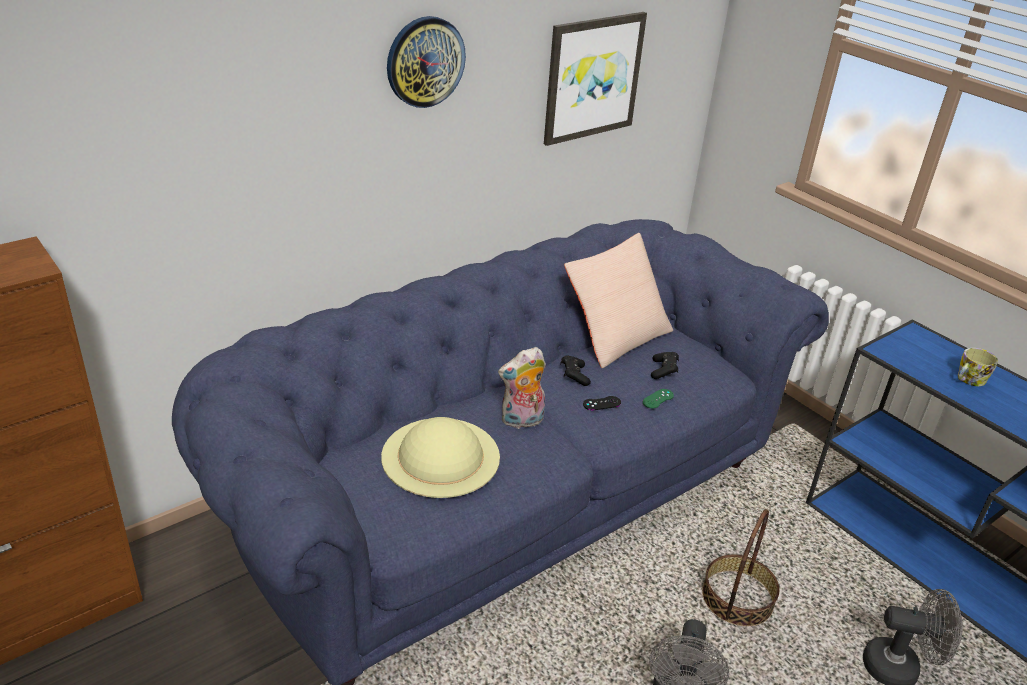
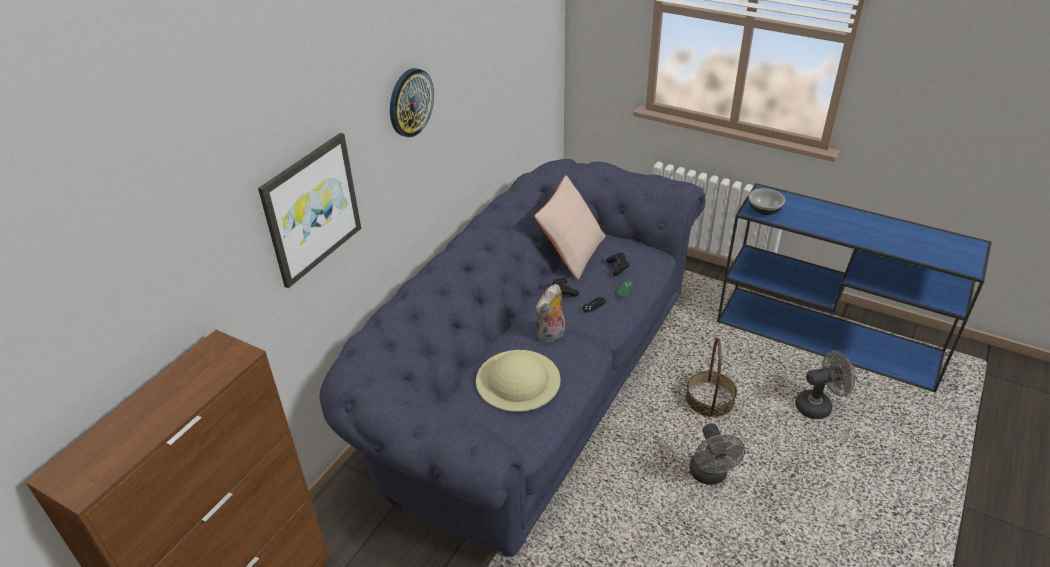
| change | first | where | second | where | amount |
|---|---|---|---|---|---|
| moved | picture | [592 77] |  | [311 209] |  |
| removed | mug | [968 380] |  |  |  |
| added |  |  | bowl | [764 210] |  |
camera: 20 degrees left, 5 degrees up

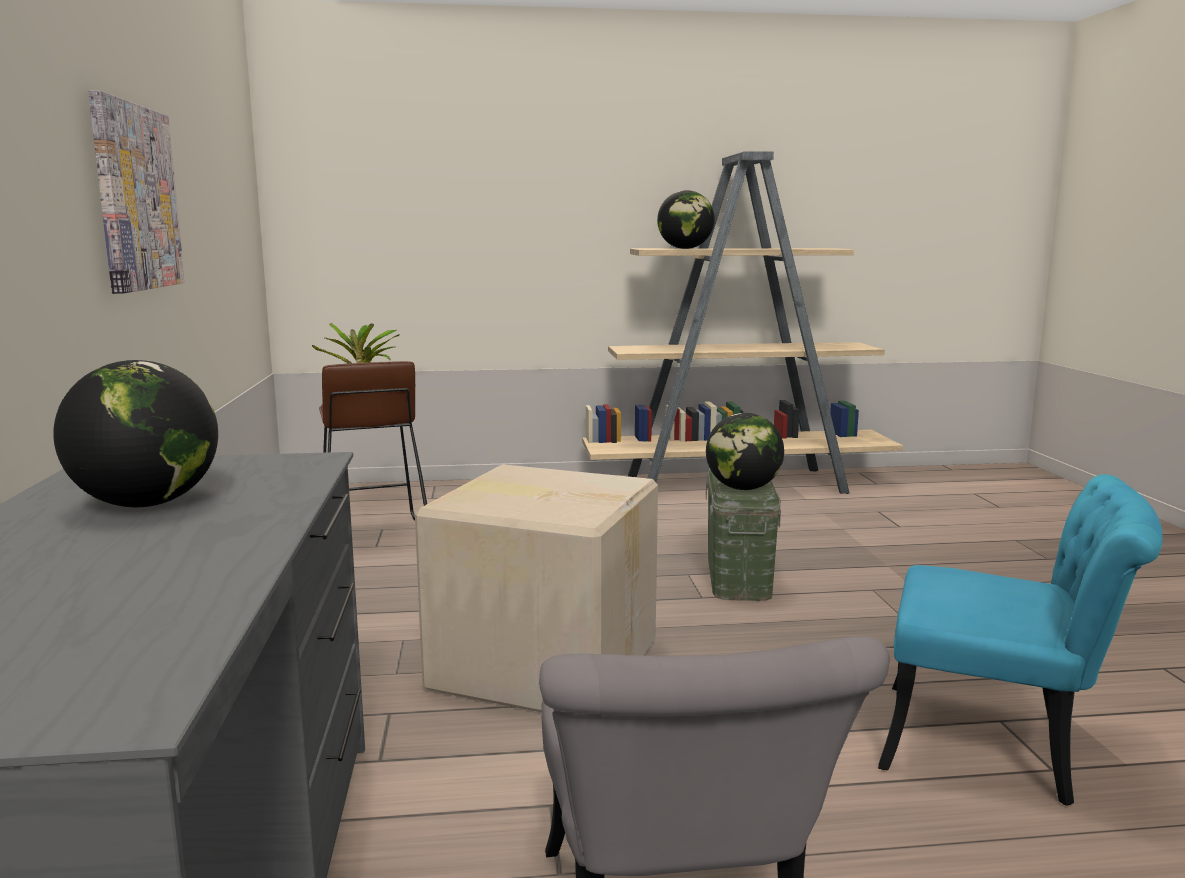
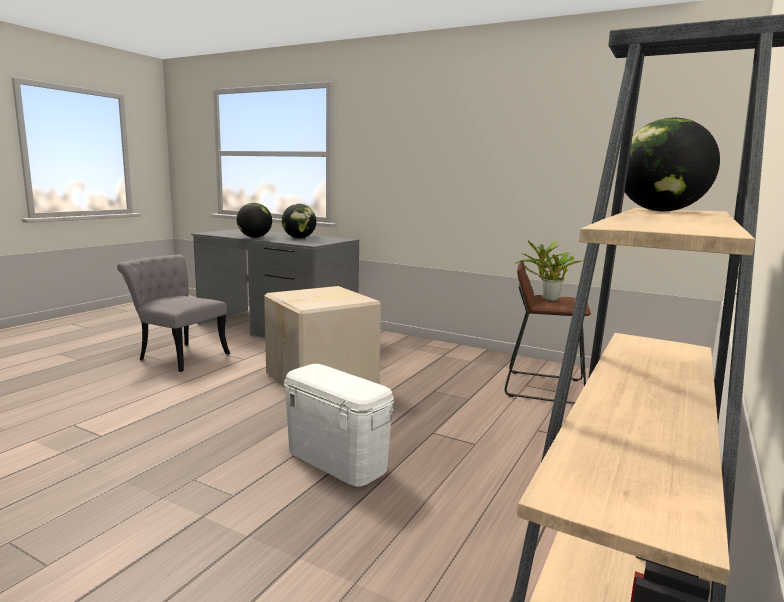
| change | first | where | second | where | amount |
|---|---|---|---|---|---|
| removed | picture | [136 197] |  |  |  |
| moved | globe | [743 488] |  | [254 237] |  |
| recoloured | storage box in green | [737 575] | storage box in white | [337 460] |  |
| removed | chair in turquoise | [1000 747] |  |  |  |
camera: 125 degrees right, 0 degrees up

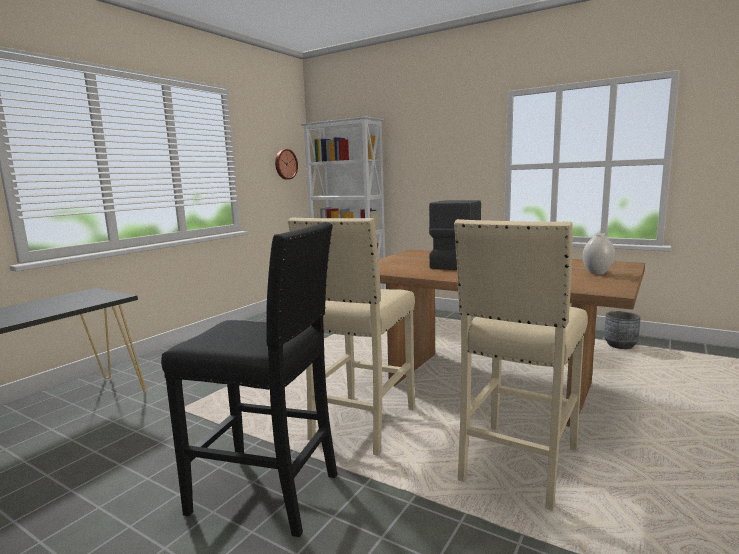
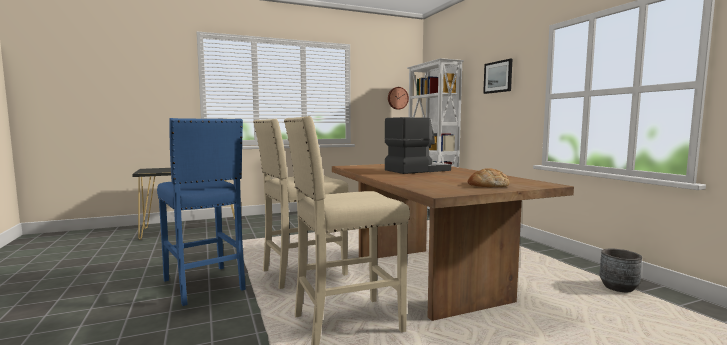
| change | first | where | second | where | amount |
|---|---|---|---|---|---|
| recoloured | stool in black | [268 494] | stool in blue | [204 285] |  |
| replaced | vase in white | [597 273] | bread | [487 185] |  |
| added |  |  | picture | [498 77] |  |
camera: 35 degrees right, 5 degrees down

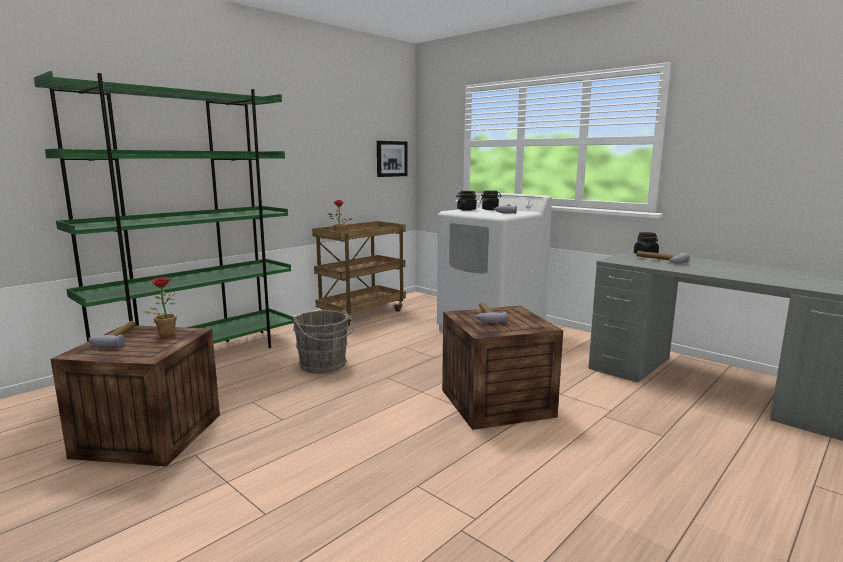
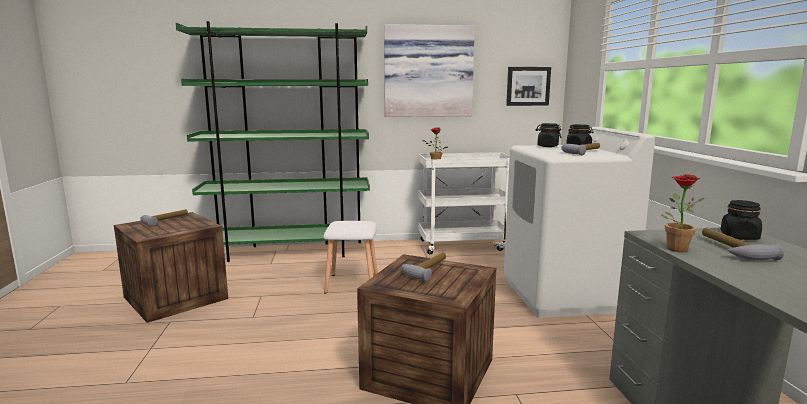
| change | first | where | second | where | amount |
|---|---|---|---|---|---|
| recoloured | cart in brown | [362 313] | cart in white | [463 245] |  |
| moved | potted plant | [165 333] |  | [674 248] |  |
| replaced | bucket in grey | [324 365] | stool in white | [353 283] |  |
| added |  |  | picture | [428 71] |  |
camera: 40 degrees right, 0 degrees up

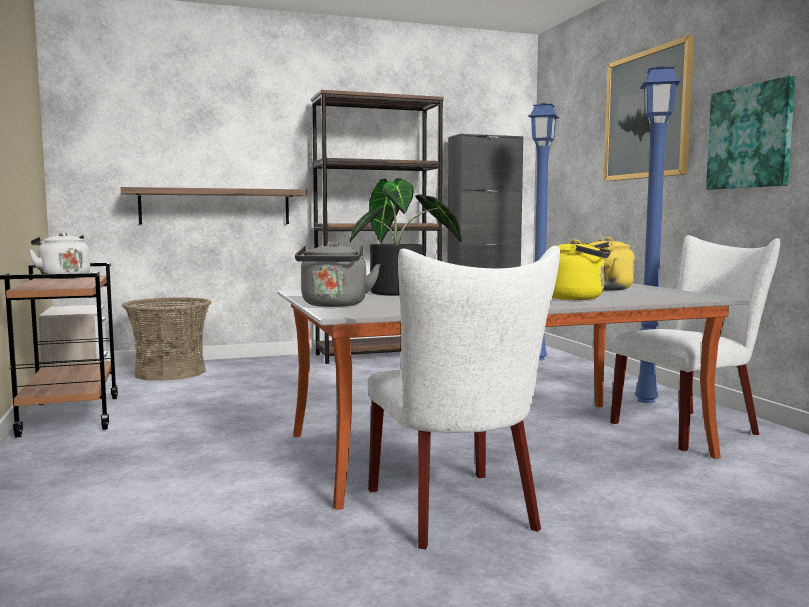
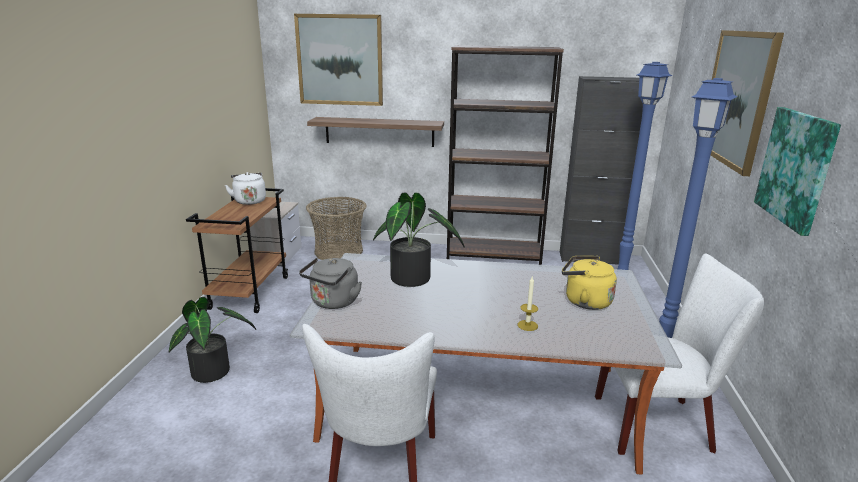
| change | first | where | second | where | amount |
|---|---|---|---|---|---|
| replaced | kettle in yellow | [577 298] | candle | [527 325] |  |
| added |  |  | picture | [340 60] |  |
| added |  |  | potted plant | [215 372] |  |
camera: 25 degrees right, 15 degrees up

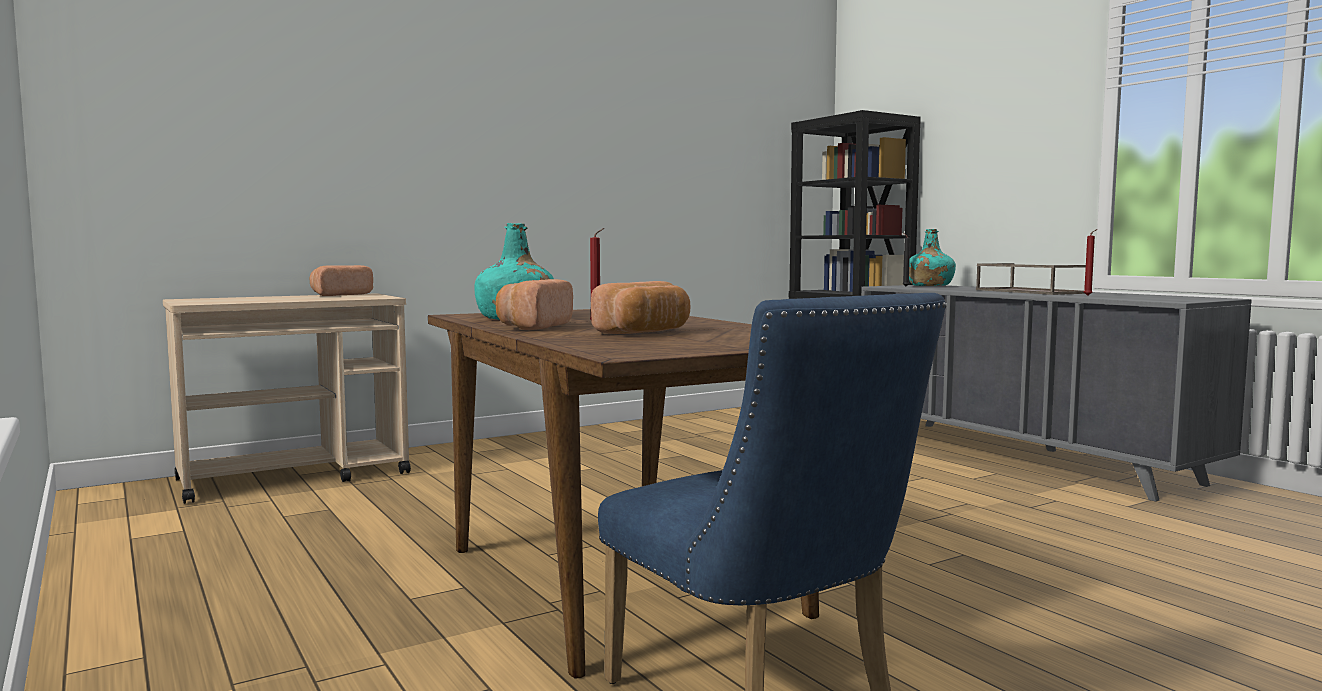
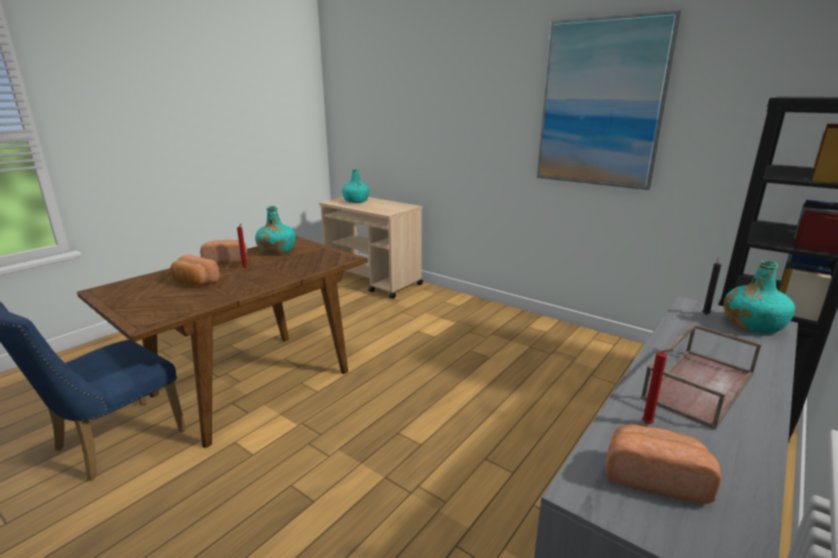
| change | first | where | second | where | amount |
|---|---|---|---|---|---|
| moved | bread | [339 295] |  | [654 477] |  |
| added |  |  | picture | [600 104] |  |
| added |  |  | bottle in turquoise | [356 201] |  |
camera: 70 degrees right, 15 degrees up

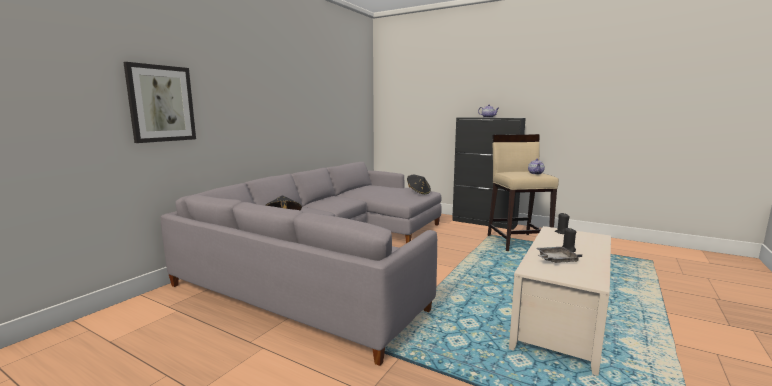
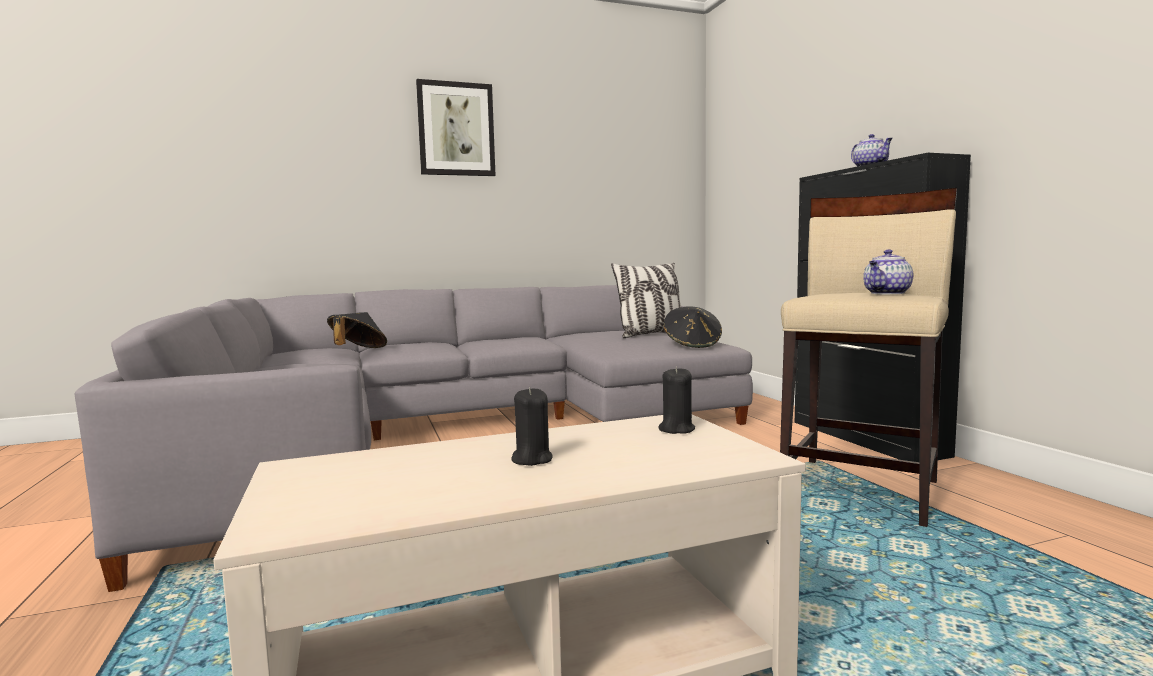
| change | first | where | second | where | amount |
|---|---|---|---|---|---|
| moved | picture | [161 103] |  | [456 129] |  |
| removed | tray in grey | [555 260] |  |  |  |
| added |  |  | pillow | [651 334] |  |
camera: 40 degrees right, 5 degrees down

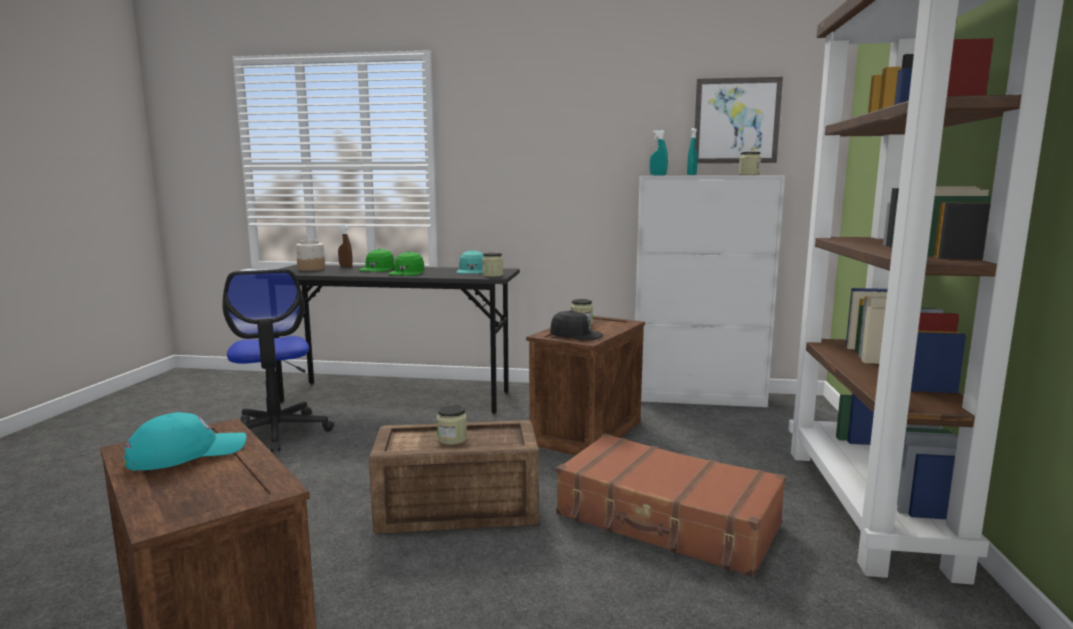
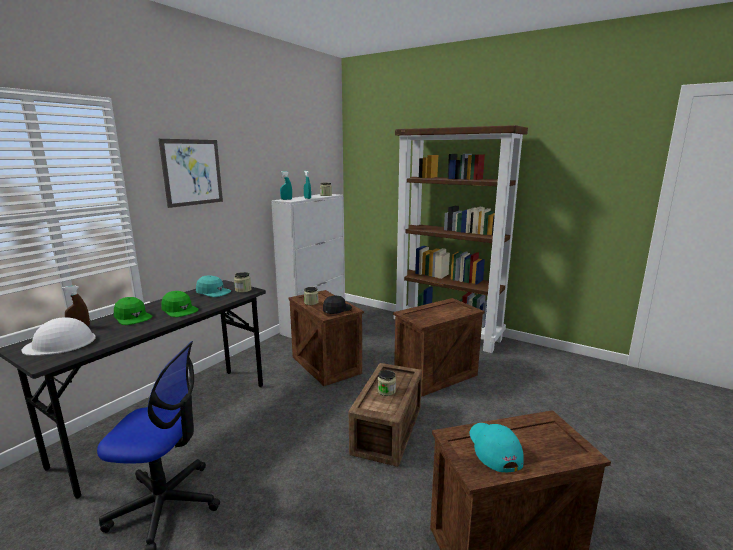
| change | first | where | second | where | amount |
|---|---|---|---|---|---|
| moved | picture | [736 121] |  | [192 172] |  |
| replaced | jar | [311 269] | hard hat in white | [60 343] |  |
| replaced | suitcase in brown | [667 521] | crate | [435 375] |  |
camera: 65 degrees left, 5 degrees up

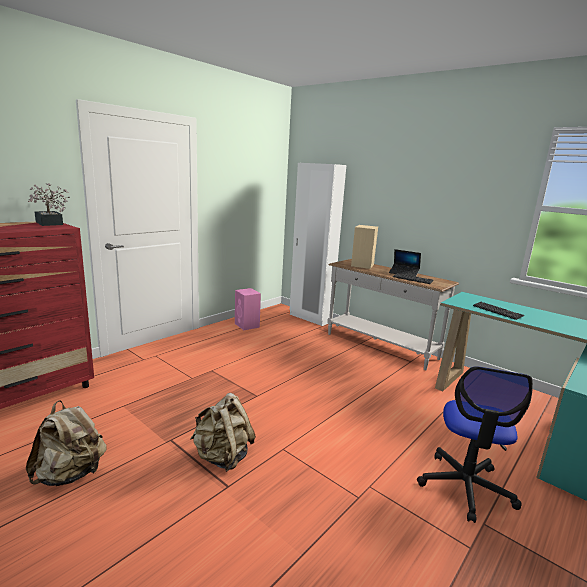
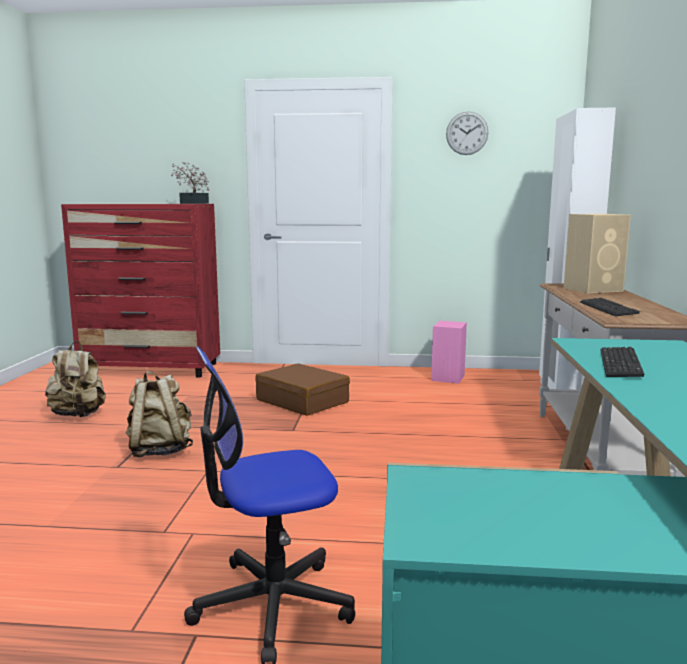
| change | first | where | second | where | amount |
|---|---|---|---|---|---|
| removed | laptop | [404 273] |  |  |  |
| added |  |  | wall clock | [467 133] |  |
| added |  |  | suitcase in brown | [303 401] |  |
camera: 55 degrees right, 5 degrees down

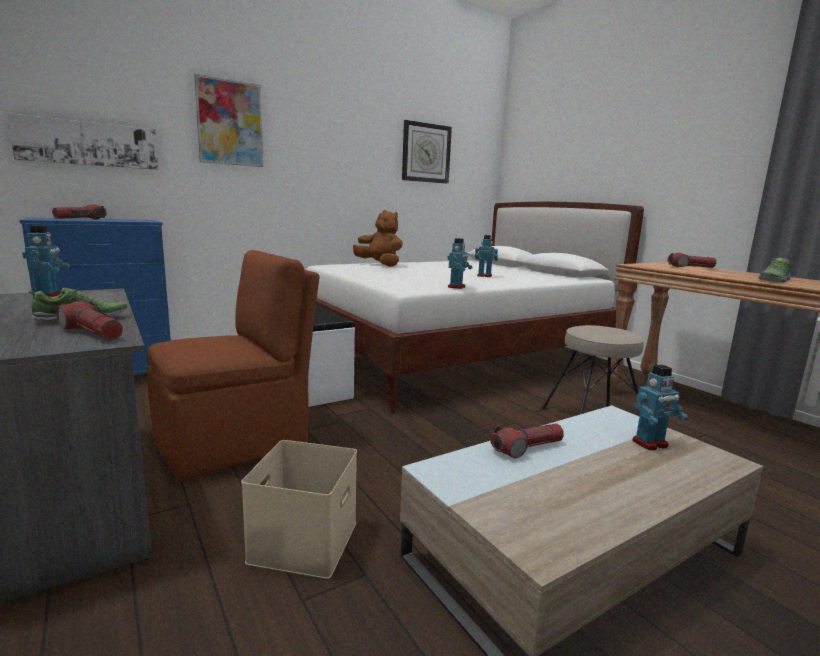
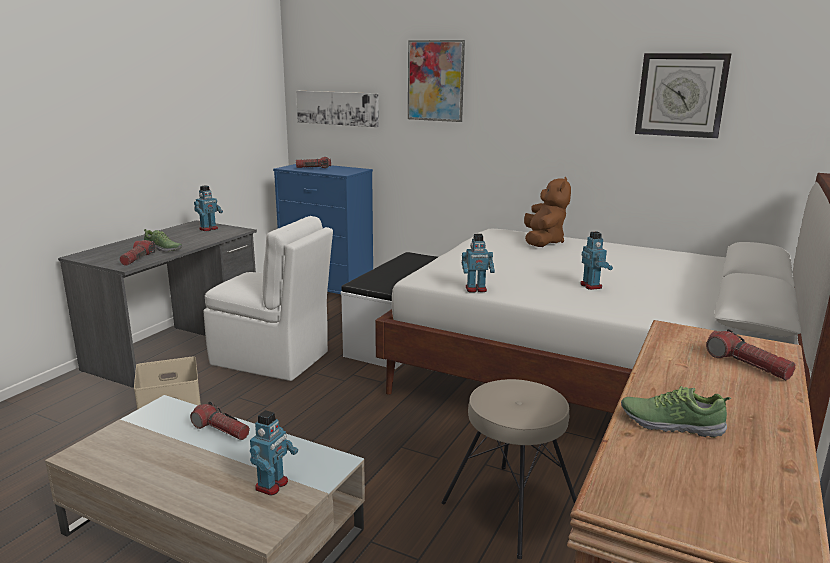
| change | first | where | second | where | amount |
|---|---|---|---|---|---|
| recoloured | chair in brown | [236 442] | chair in white | [272 359] |  |
| turned | toy robot | [650 444] |  | [272 485] | 105 degrees counterclockwise |
camera: 60 degrees right, 5 degrees up

